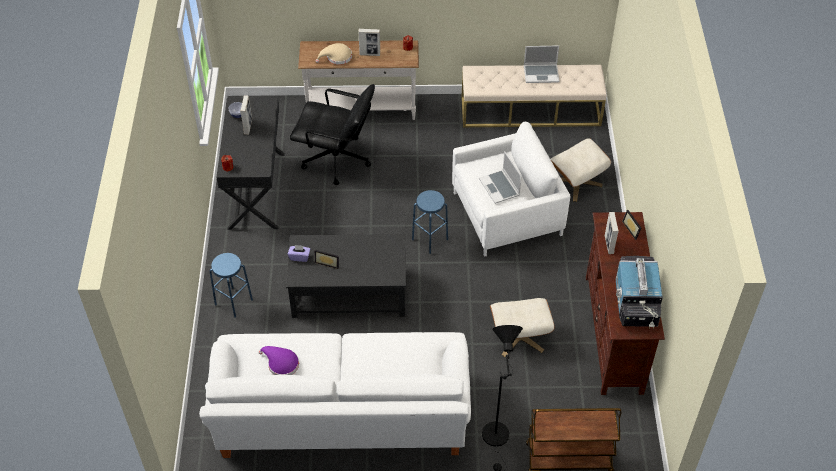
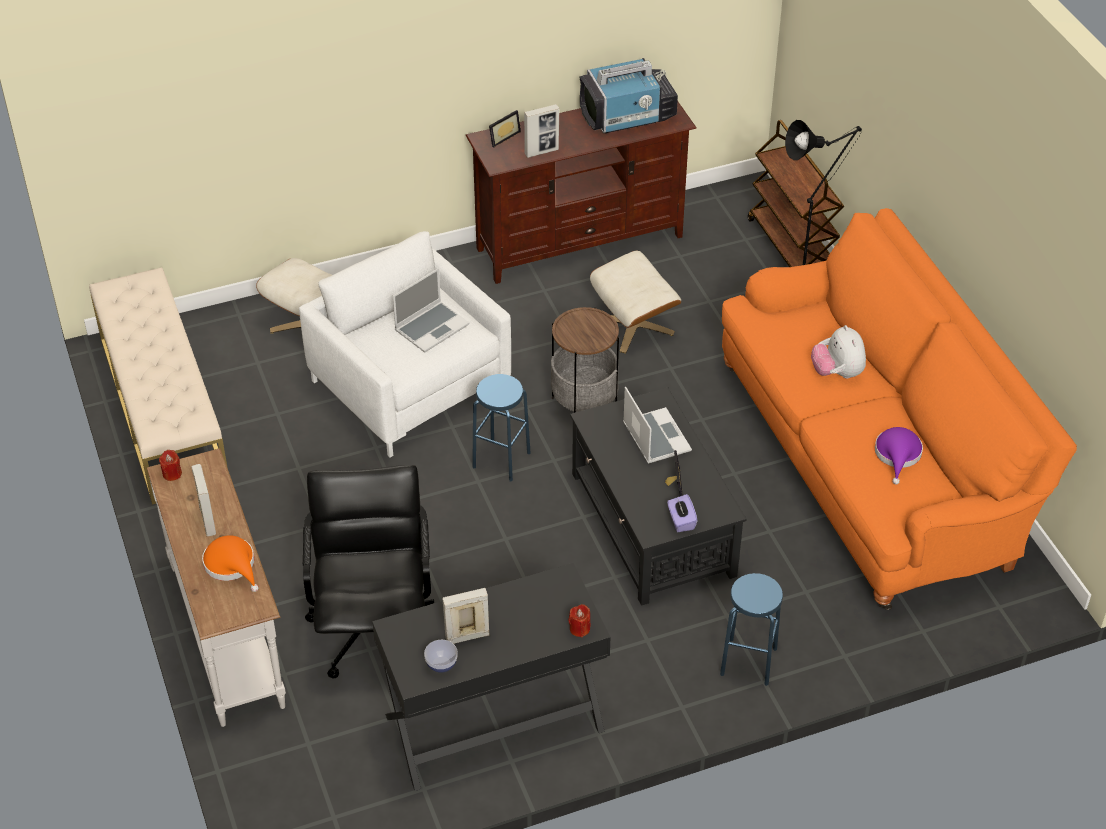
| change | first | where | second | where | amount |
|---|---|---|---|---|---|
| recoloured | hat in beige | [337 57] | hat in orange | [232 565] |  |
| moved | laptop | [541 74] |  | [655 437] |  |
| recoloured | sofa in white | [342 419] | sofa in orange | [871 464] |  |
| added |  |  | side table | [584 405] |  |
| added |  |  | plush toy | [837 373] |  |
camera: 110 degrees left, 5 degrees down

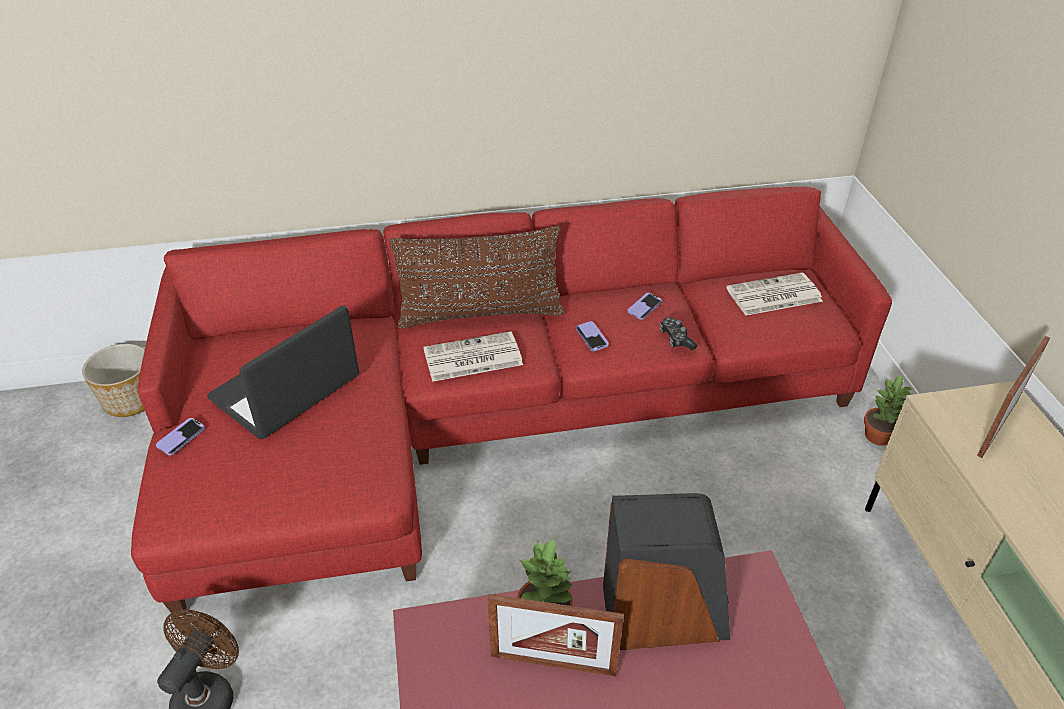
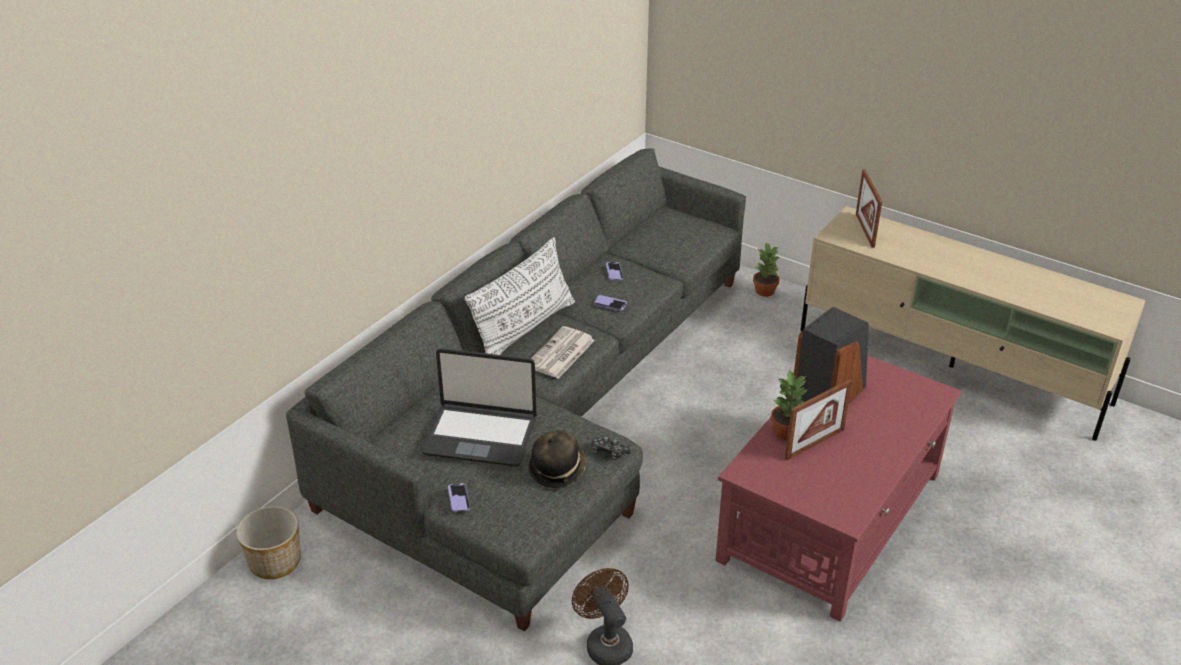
| change | first | where | second | where | amount |
|---|---|---|---|---|---|
| recoloured | sofa in red | [487 417] | sofa in grey | [547 411] |  |
| recoloured | pillow in brown | [480 314] | pillow in white | [524 329] |  |
| removed | newspaper | [773 295] |  |  |  |
| turned | laptop | [286 390] |  | [480 435] | 75 degrees counterclockwise |
| moved | game controller | [676 339] |  | [608 452] |  |
| added |  |  | hat | [557 469] |  |
camera: 45 degrees left, 5 degrees down

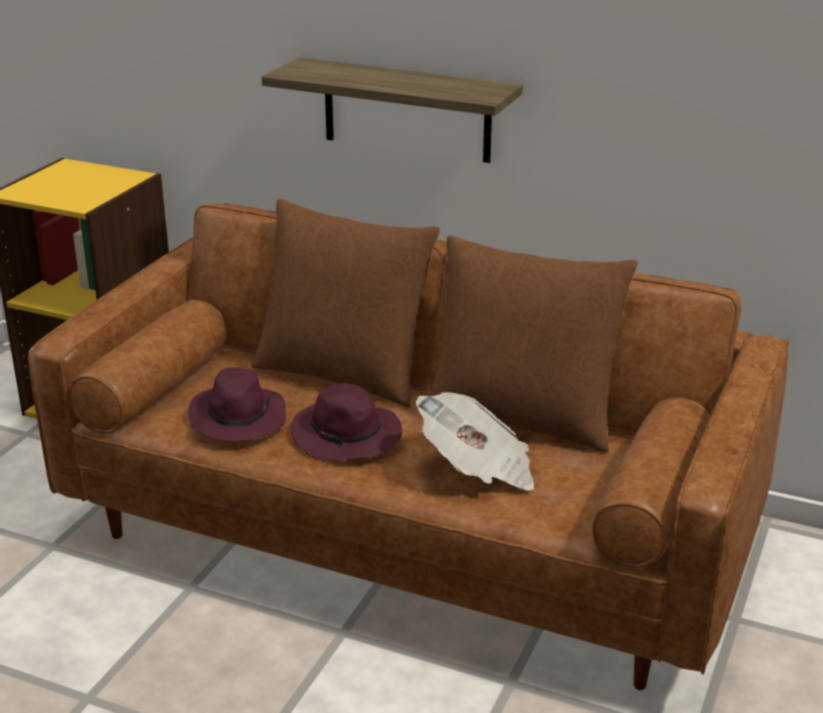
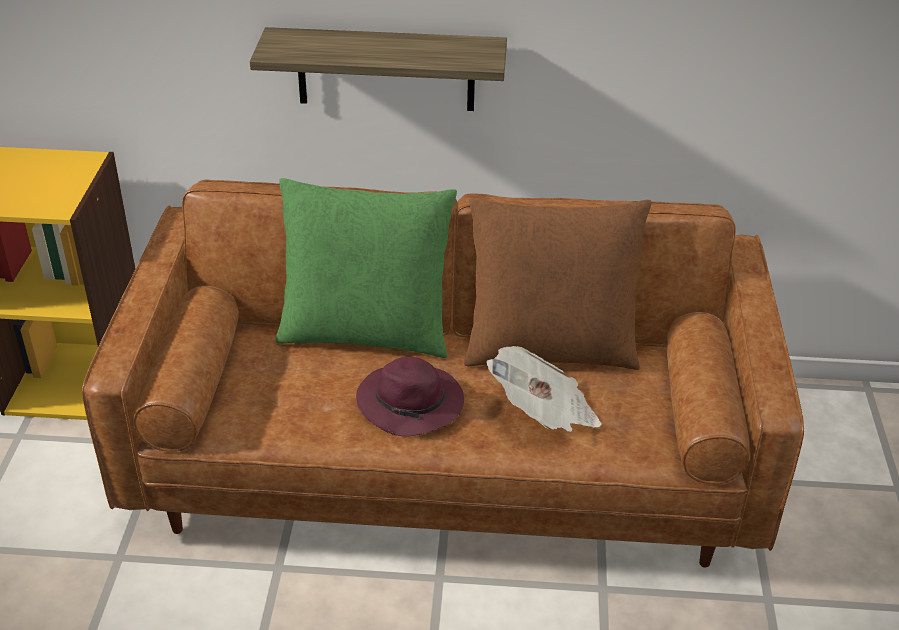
| change | first | where | second | where | amount |
|---|---|---|---|---|---|
| recoloured | pillow in brown | [344 374] | pillow in green | [366 332] |  |
| removed | hat in purple | [237 419] |  |  |  |
camera: 20 degrees left, 10 degrees up

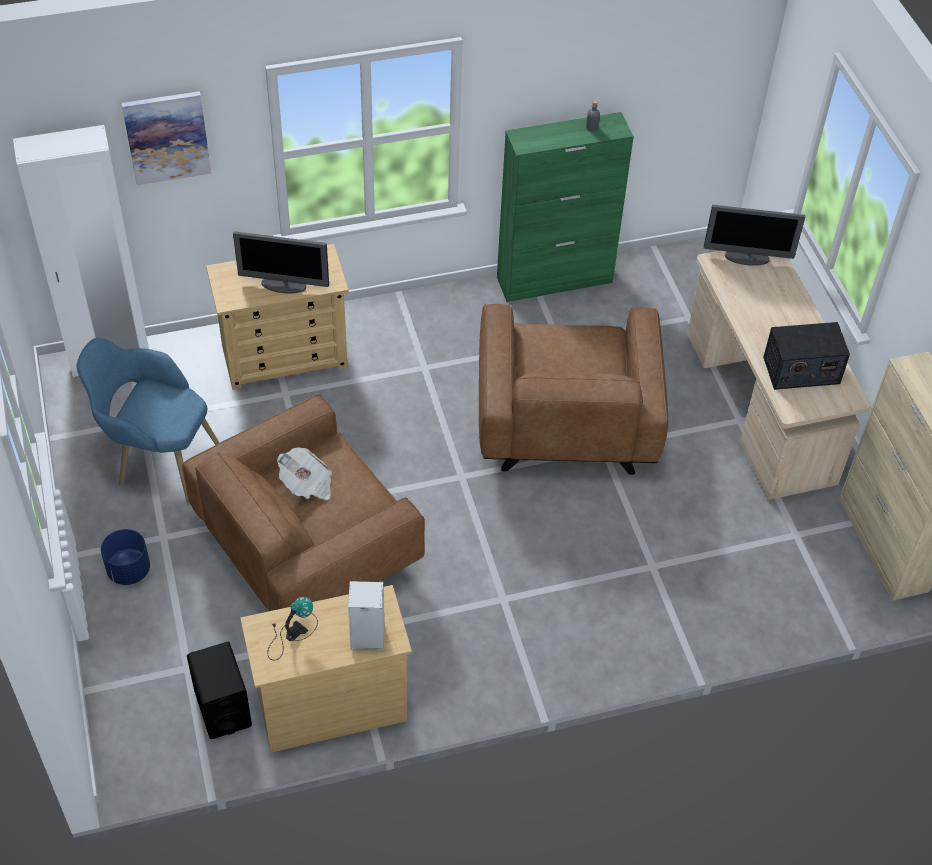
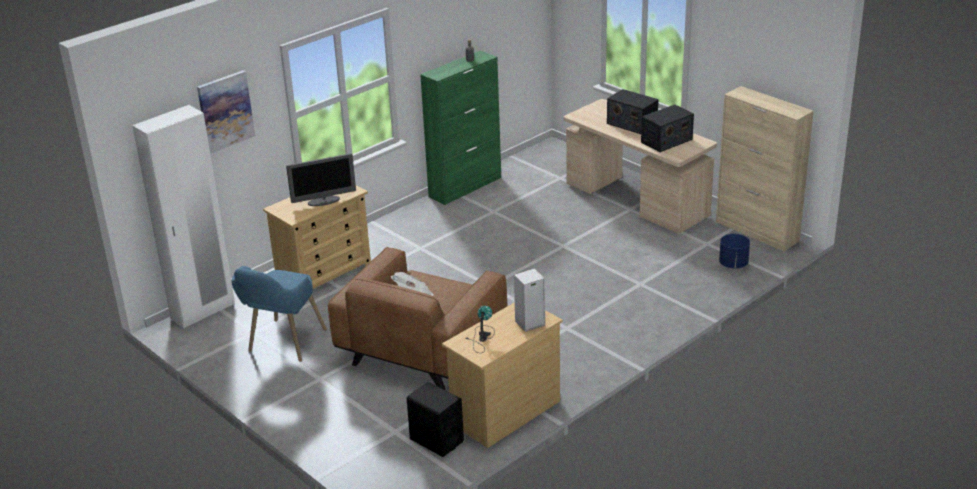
| change | first | where | second | where | amount |
|---|---|---|---|---|---|
| removed | monitor | [747 258] |  |  |  |
| removed | armchair in brown | [566 422] |  |  |  |
| turned | armchair in blue | [157 462] |  | [283 346] | 60 degrees counterclockwise |
| moved | planter in blue | [129 570] |  | [733 264] |  |
| added |  |  | radio | [631 124] |  |
camera: 25 degrees left, 20 degrees down

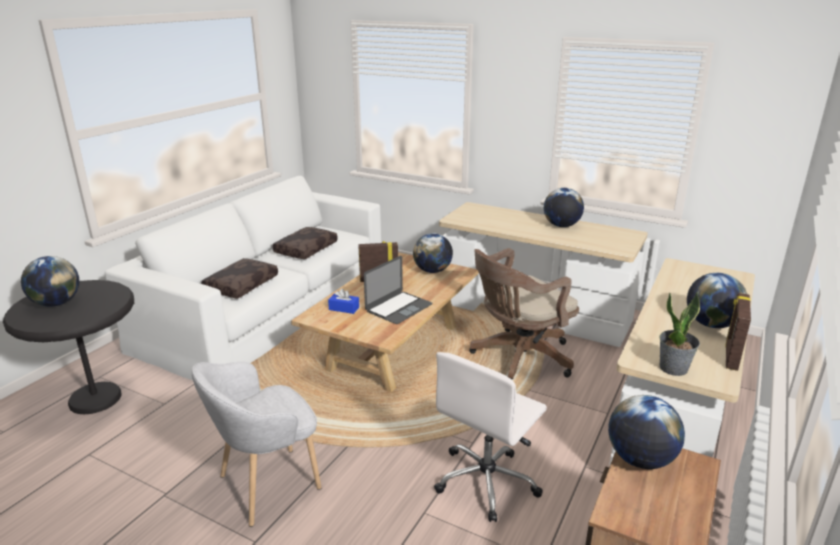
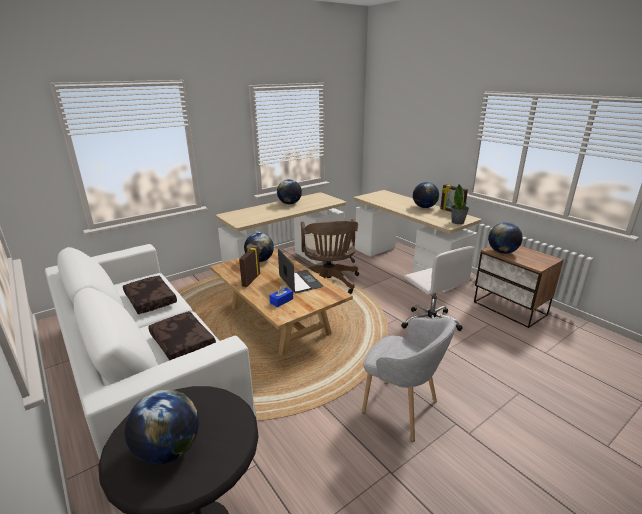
| change | first | where | second | where | amount |
|---|---|---|---|---|---|
| turned | armchair in grey | [266 485] |  | [402 409] | 45 degrees counterclockwise |
camera: 65 degrees left, 0 degrees up

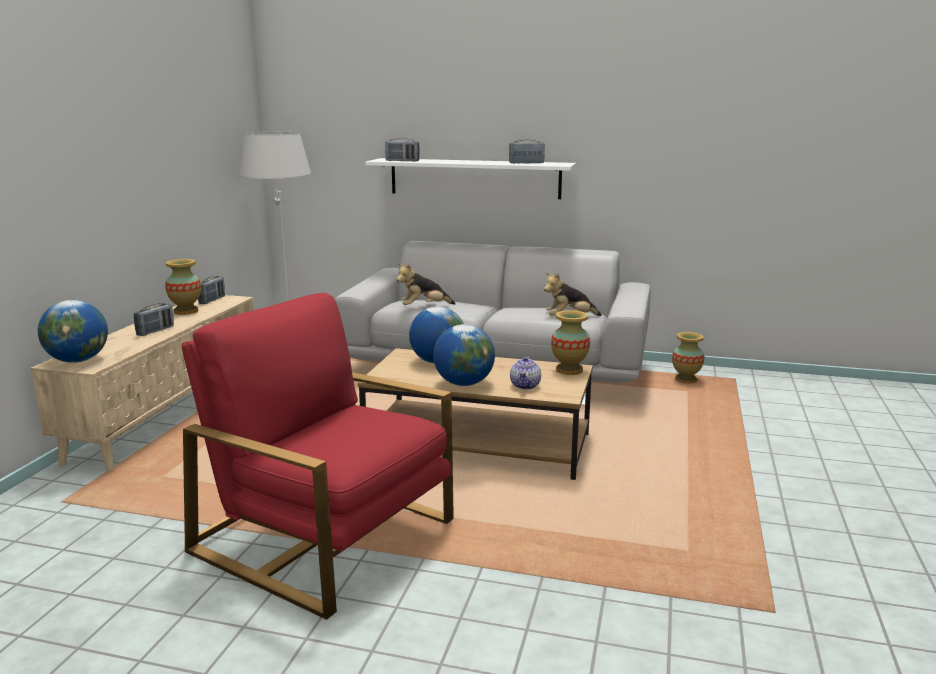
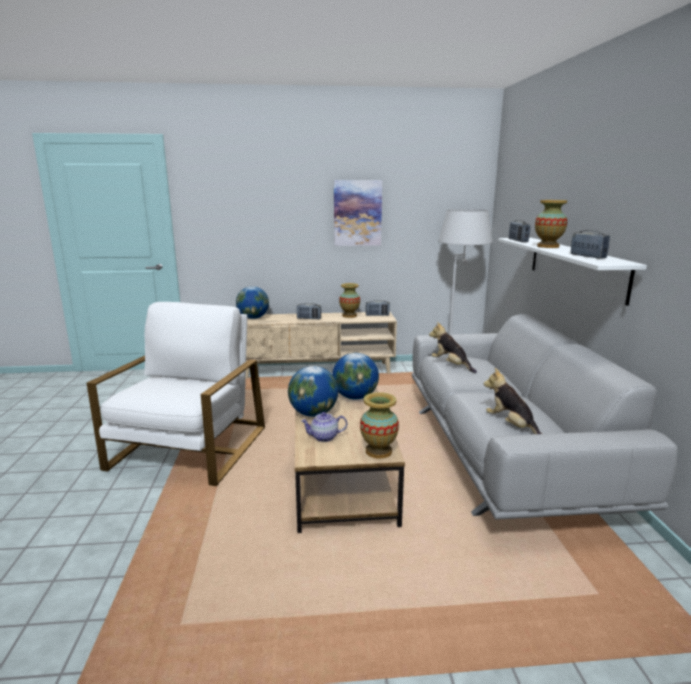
| change | first | where | second | where | amount |
|---|---|---|---|---|---|
| recoloured | armchair in red | [327 535] | armchair in white | [189 448] |  |
| moved | vase | [686 380] |  | [547 246] |  |
| added |  |  | picture | [357 213] |  |
camera: 70 degrees right, 0 degrees up

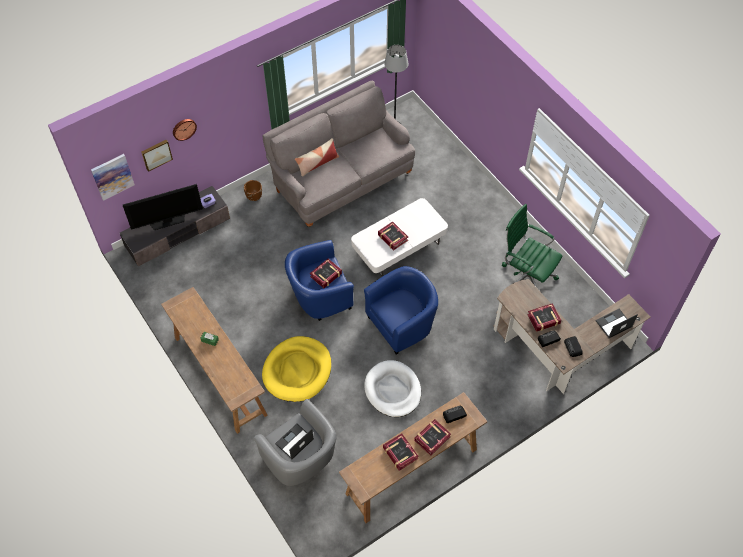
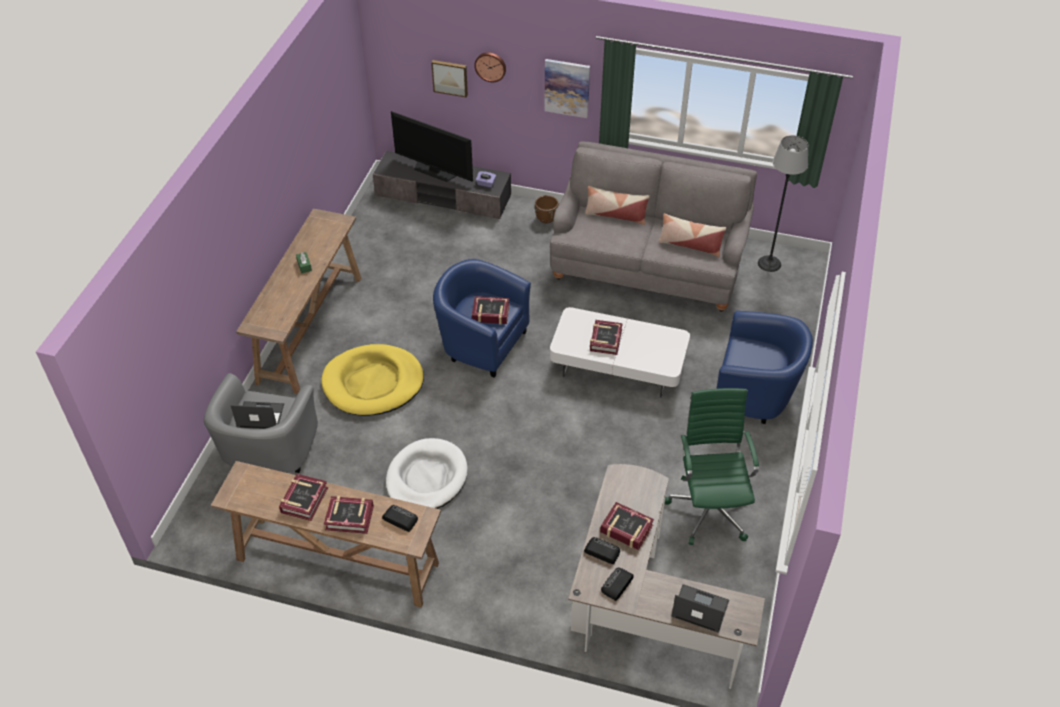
| change | first | where | second | where | amount |
|---|---|---|---|---|---|
| moved | picture | [112 176] |  | [567 88] |  |
| moved | armchair in blue | [402 324] |  | [755 394] |  |
| added |  |  | pillow | [690 245] |  |
camera: 50 degrees right, 10 degrees down

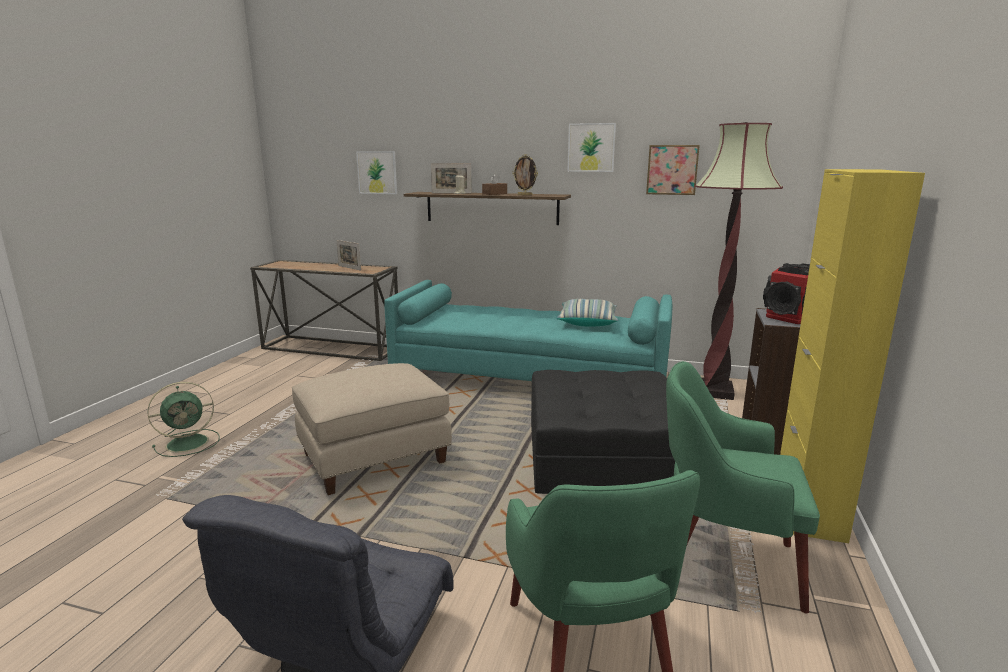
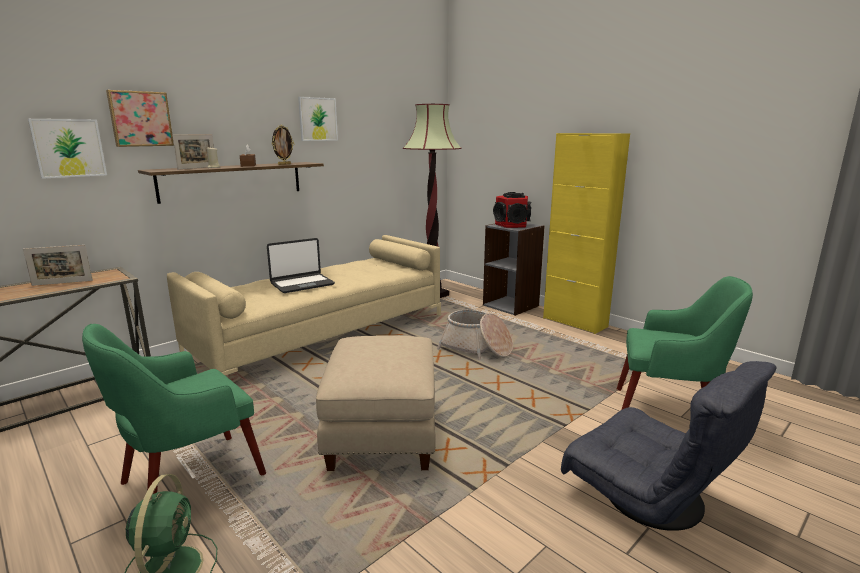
| change | first | where | second | where | amount |
|---|---|---|---|---|---|
| moved | picture | [672 170] |  | [140 119] |  |
| recoloured | sofa in turquoise | [529 377] | sofa in beige | [323 333] |  |
| removed | pillow | [587 322] |  |  |  |
| moved | armchair in green | [723 562] |  | [189 480] |  |
| replaced | ottoman in black | [602 456] | basket | [476 348] |  |
| added |  |  | laptop | [302 284] |  |
camera: 60 degrees left, 0 degrees up

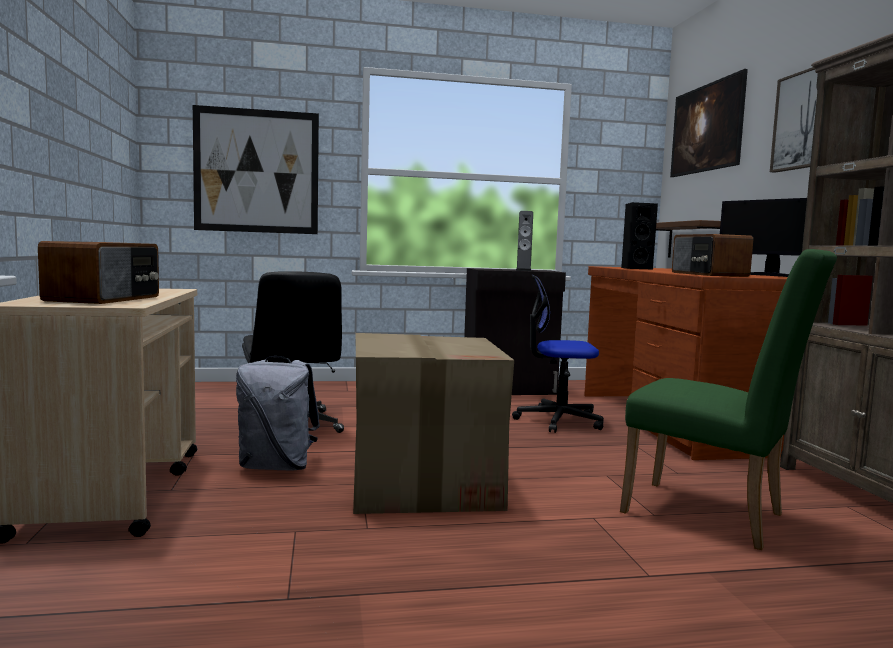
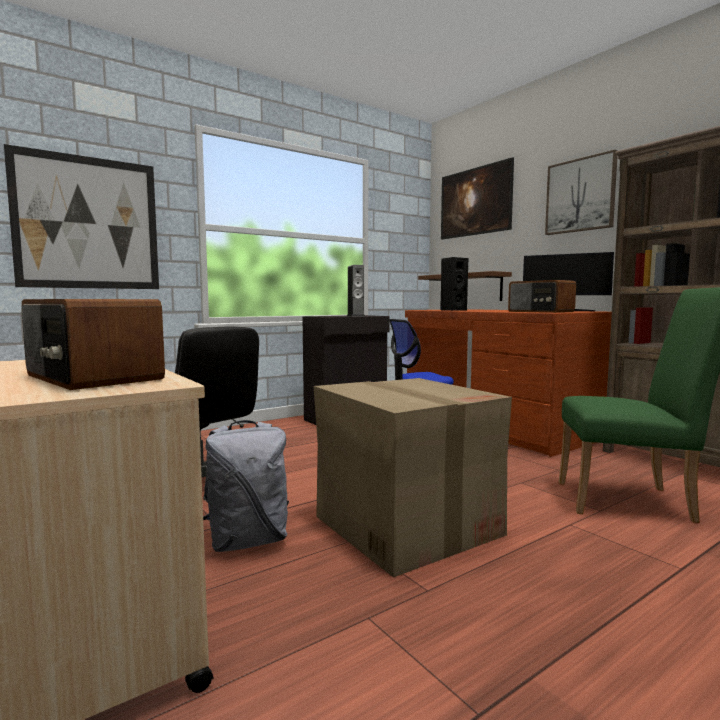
| change | first | where | second | where | amount |
|---|---|---|---|---|---|
| turned | radio | [105 299] |  | [91 377] | 150 degrees clockwise |
camera: 25 degrees left, 0 degrees up

